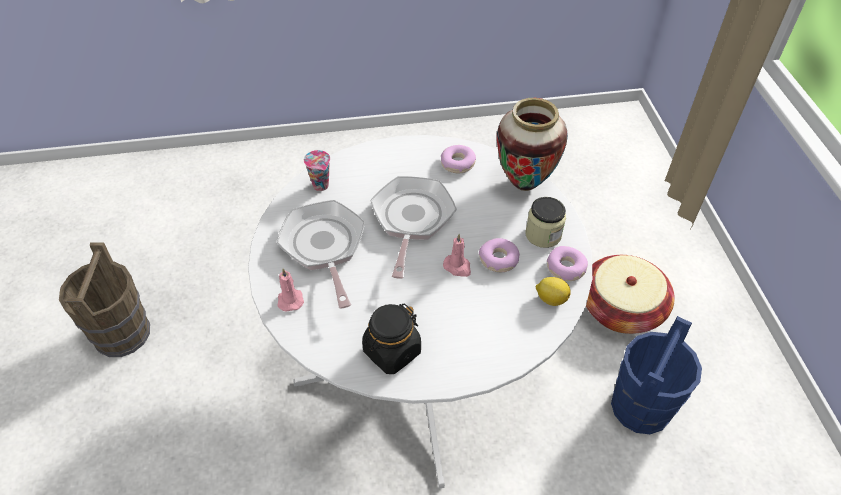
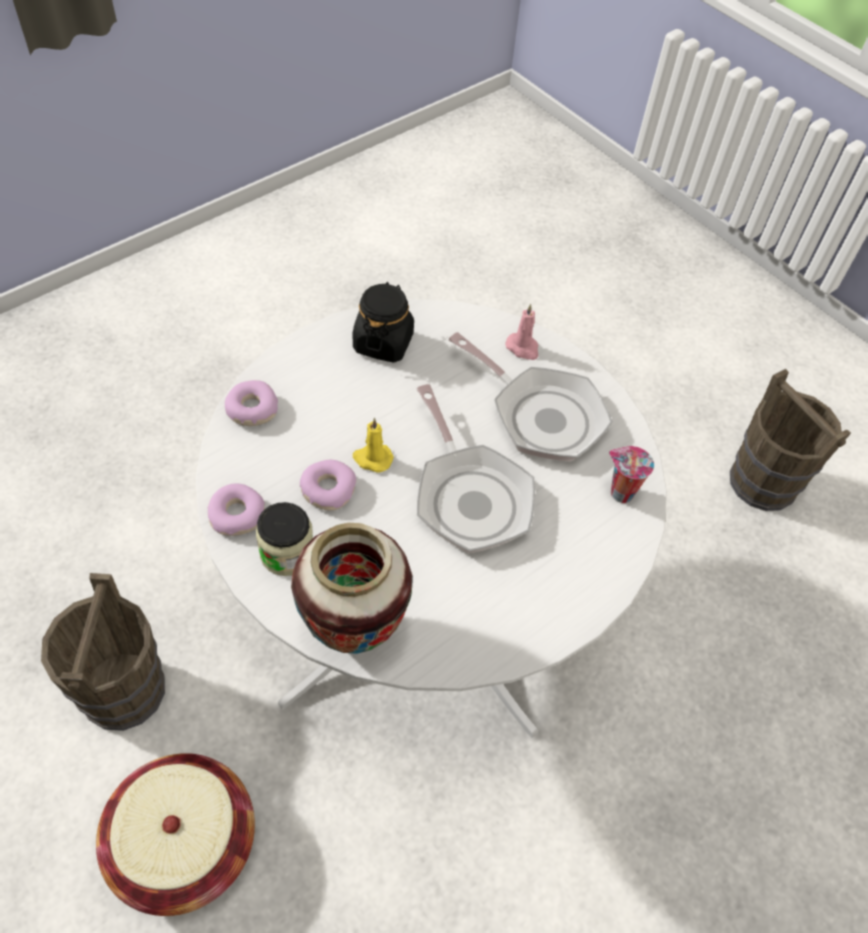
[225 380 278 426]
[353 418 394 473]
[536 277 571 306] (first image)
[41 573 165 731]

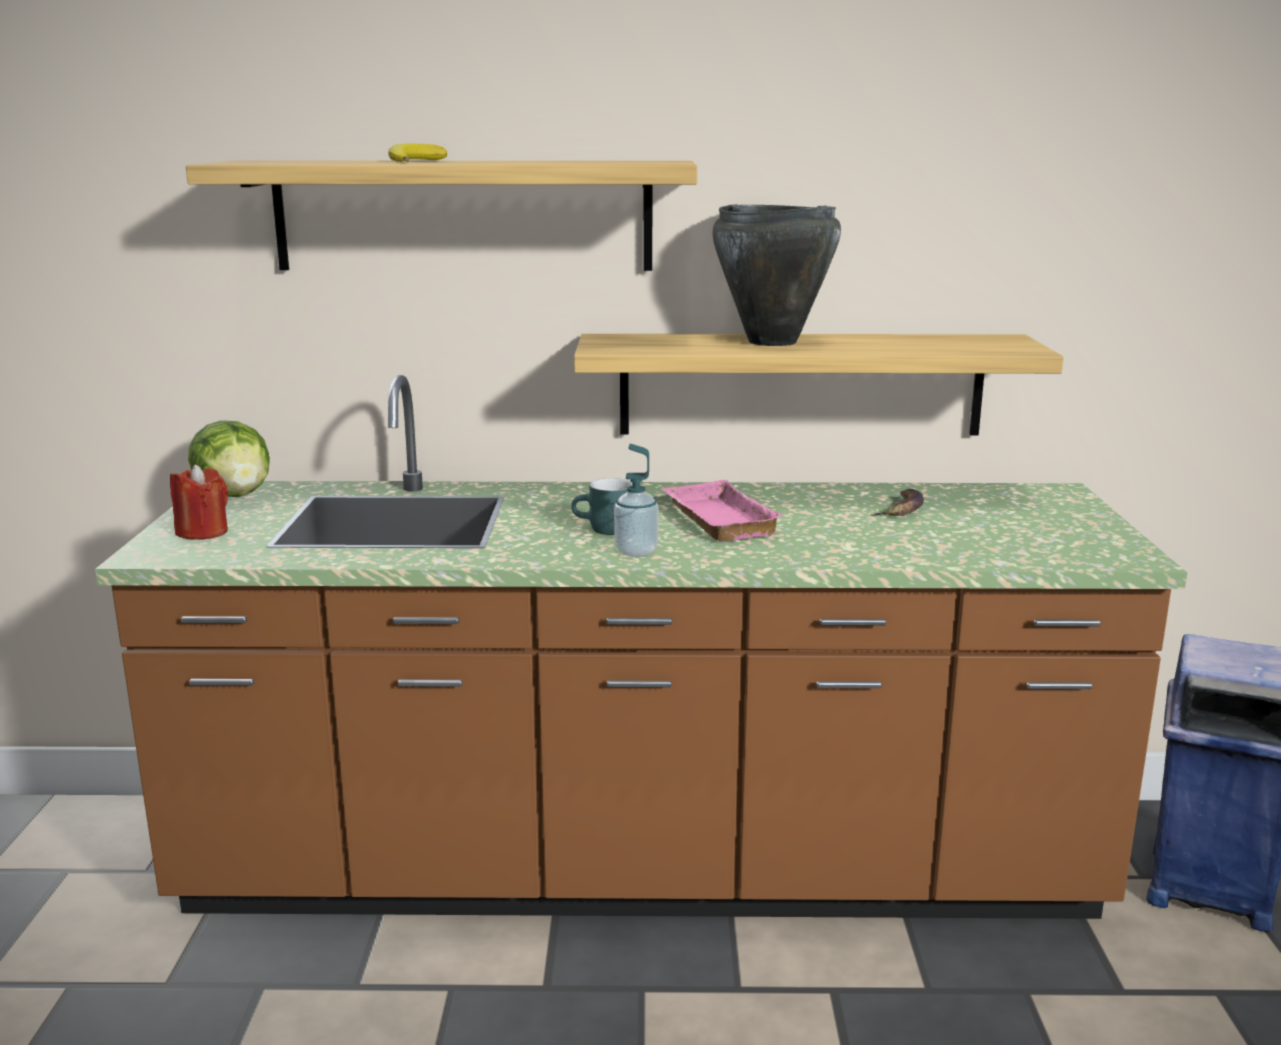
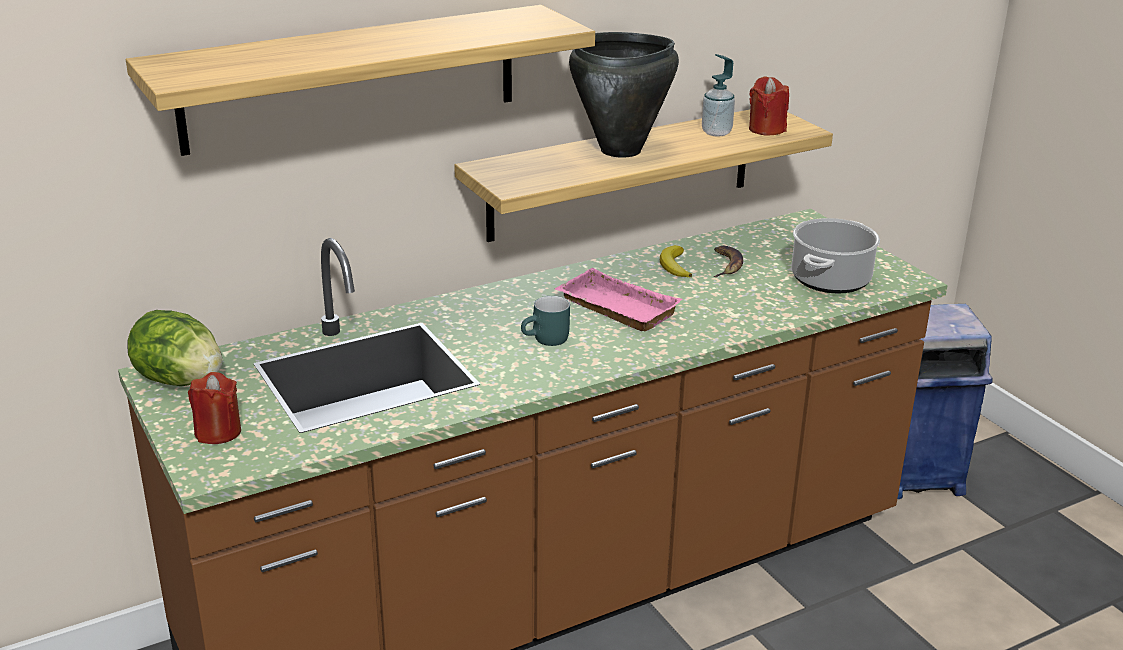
[660 245 692 277]
[702 54 735 137]
[749 76 789 135]
[791 218 880 293]

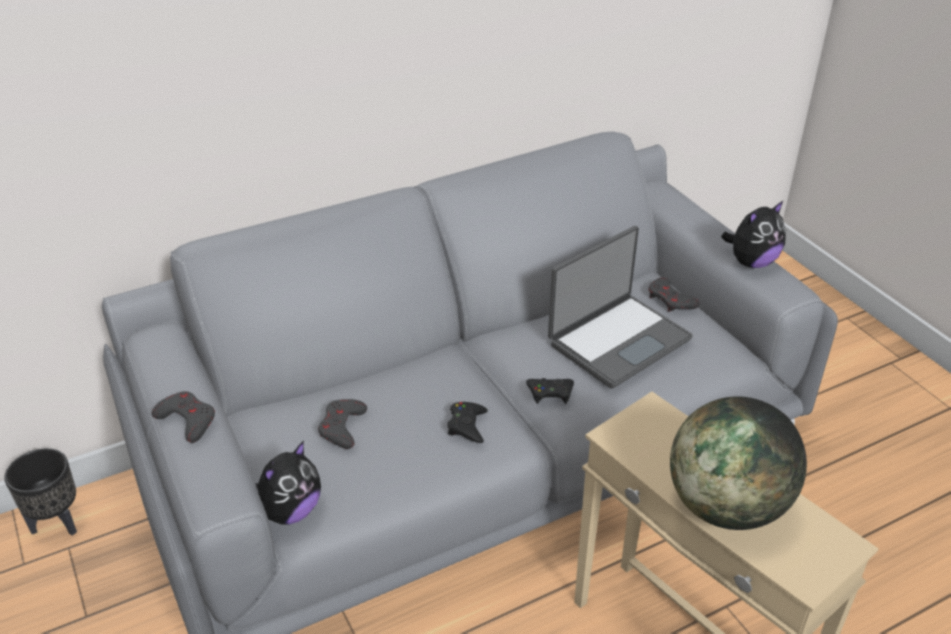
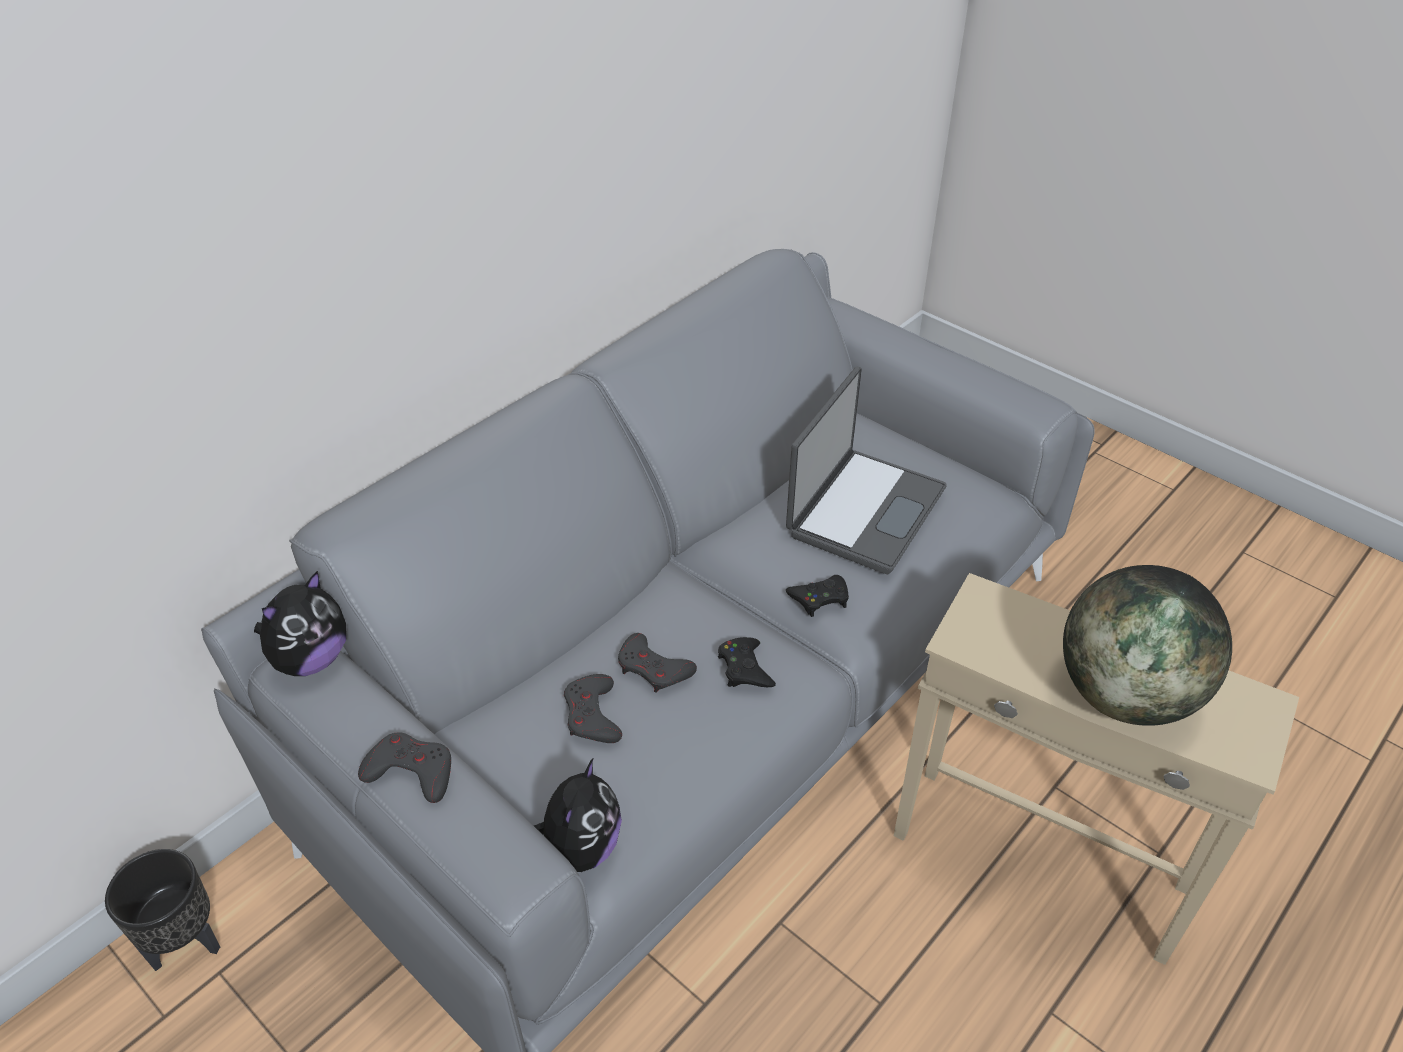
[618 633 697 693]
[254 571 346 676]

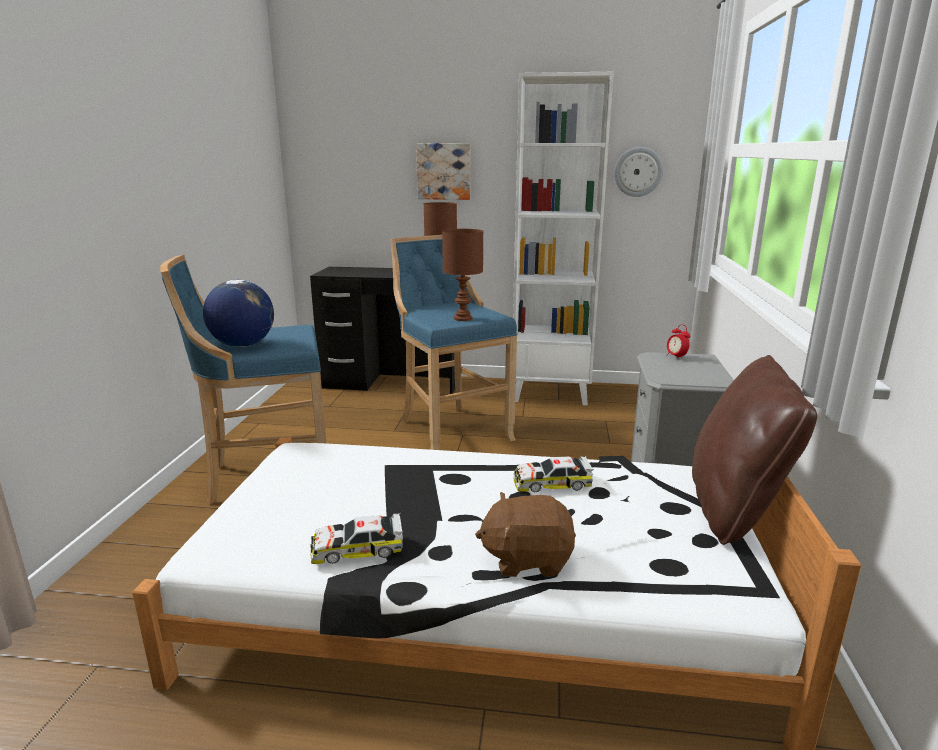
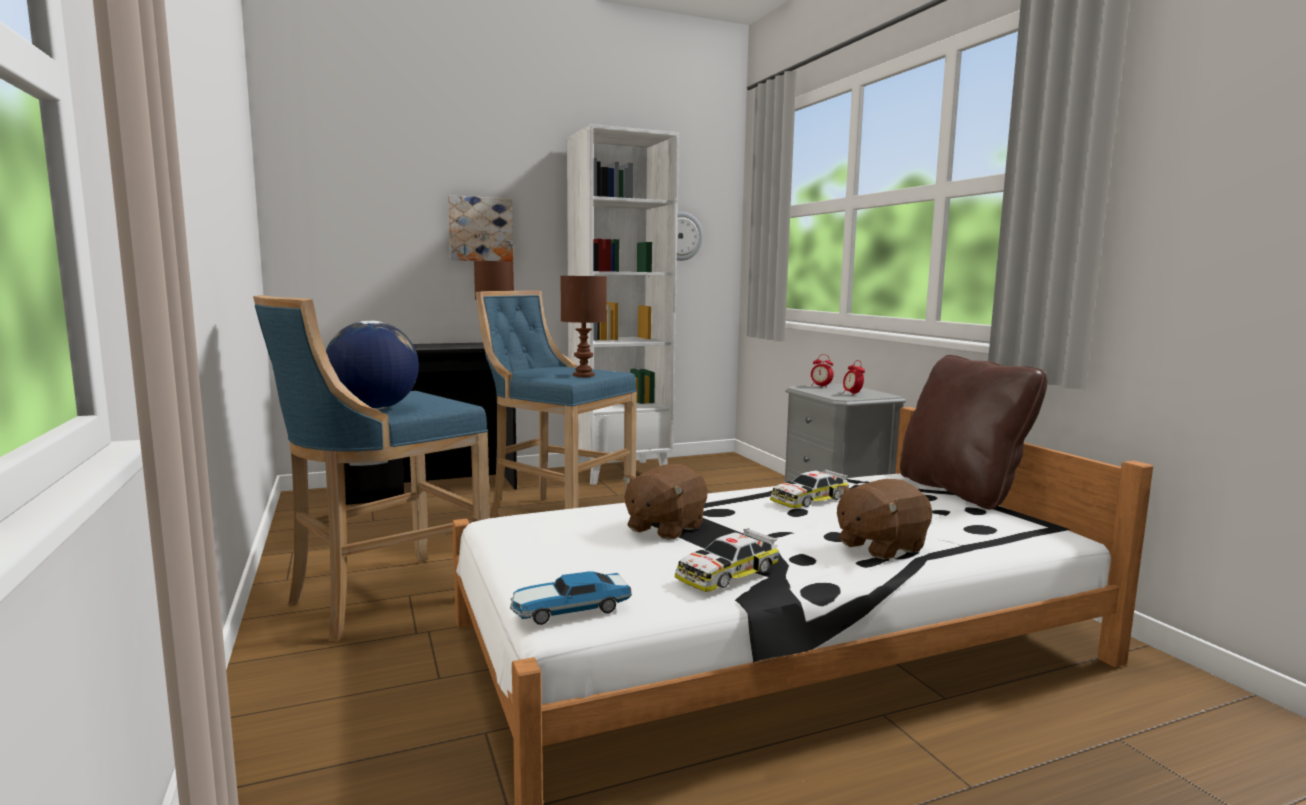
[510 571 632 625]
[622 464 708 540]
[843 360 865 396]

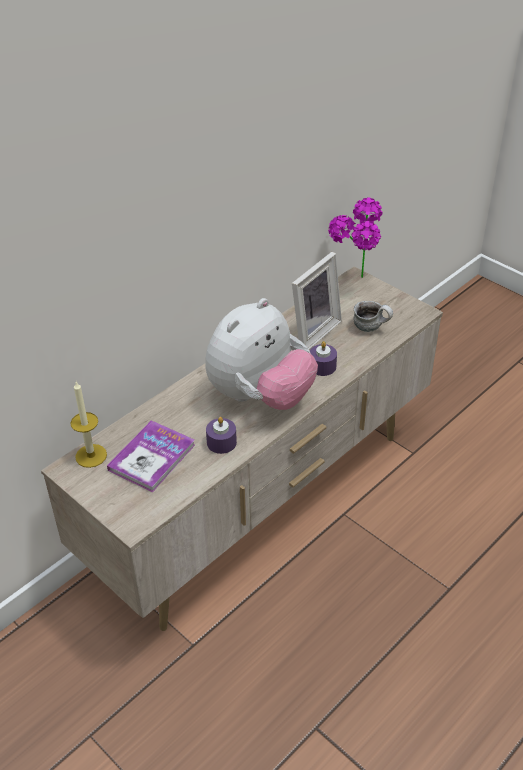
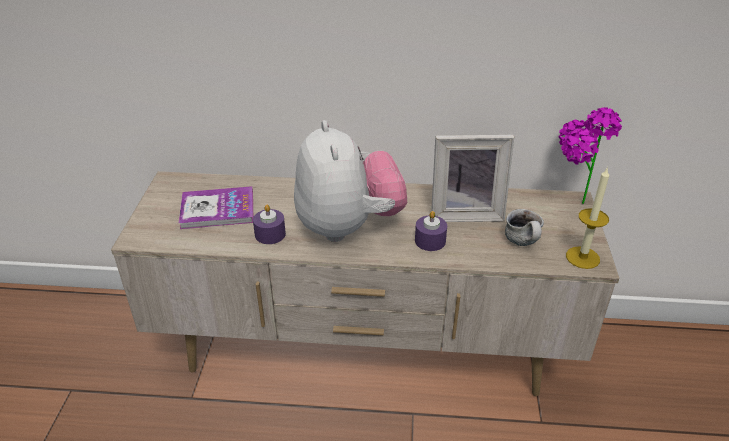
[566 167 609 269]
[294 120 407 242]

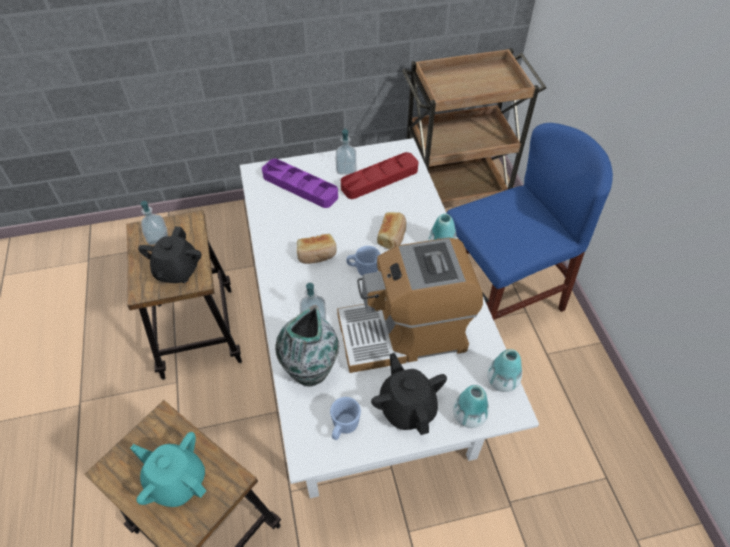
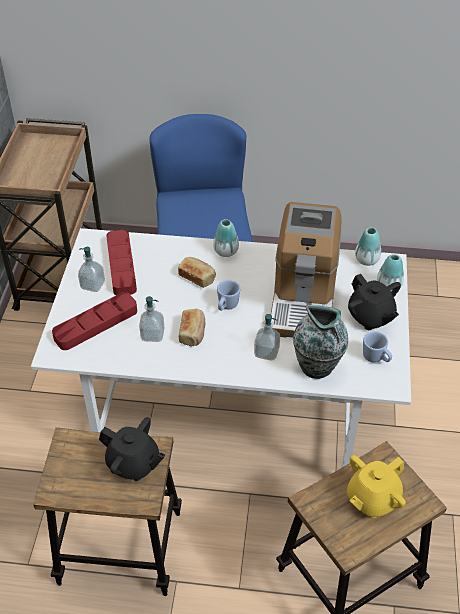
[347 455 406 518]
[139 296 164 342]
[52 292 137 350]
[348 274 401 330]

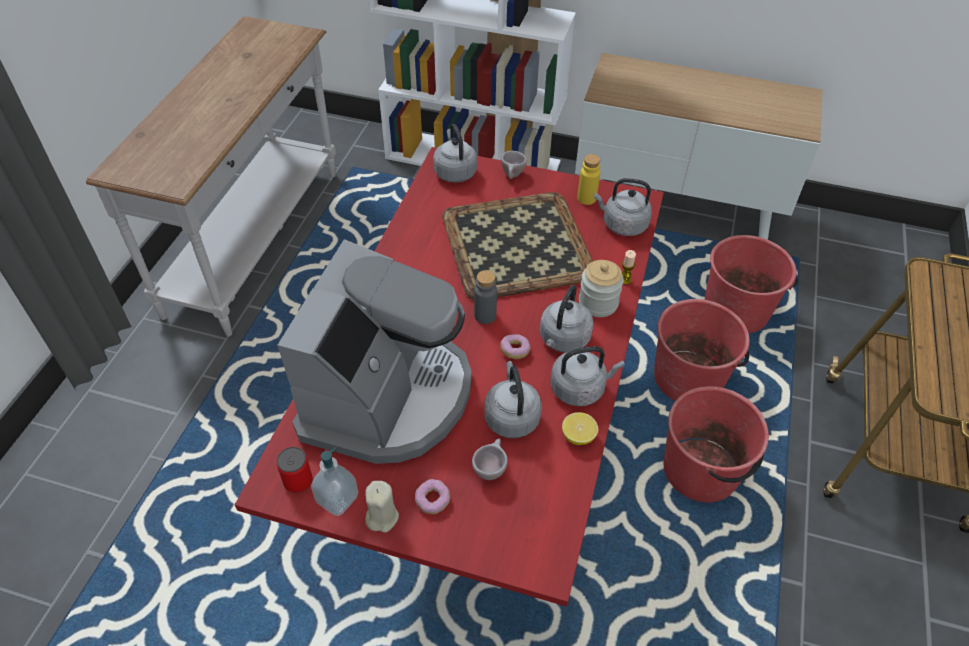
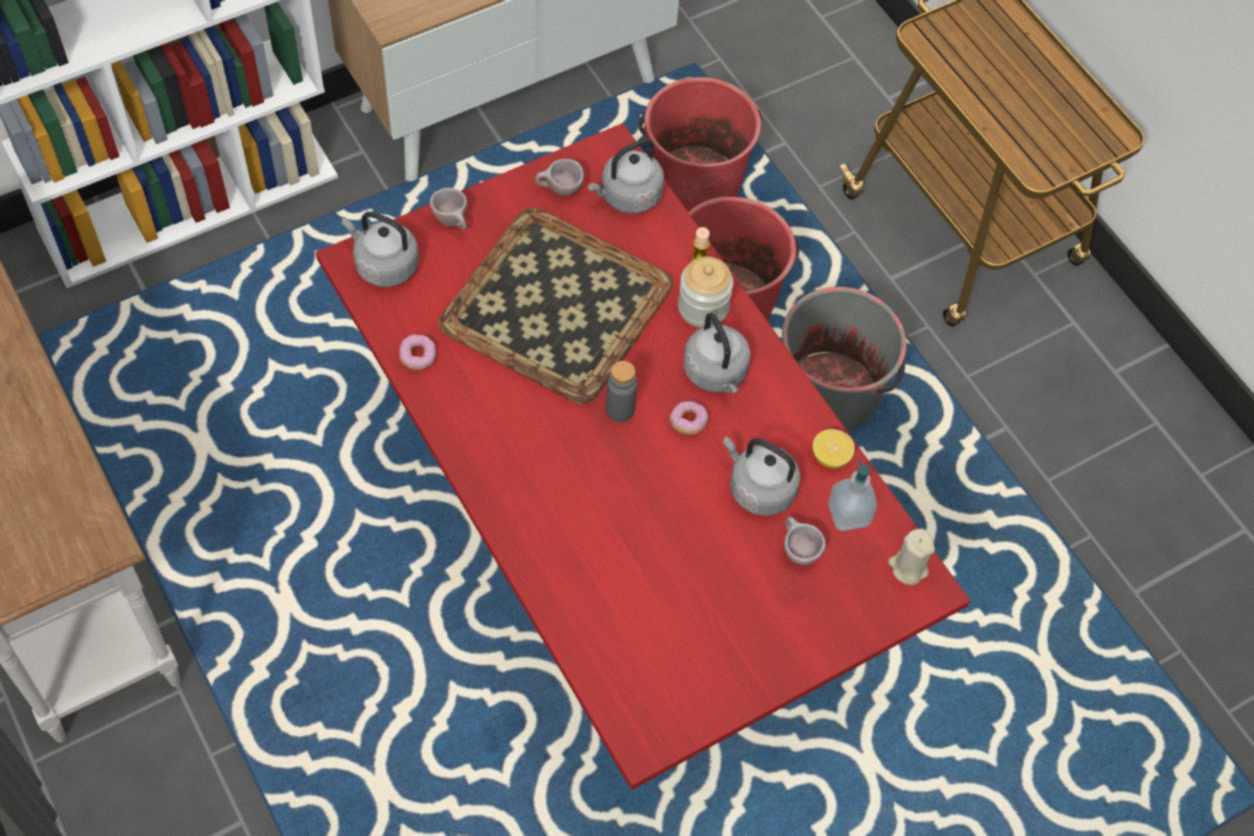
[277 239 472 464] (first image)
[277 447 313 493] (first image)
[828 458 877 531]
[888 529 935 585]
[399 334 436 370]
[550 346 625 406] (first image)
[535 159 584 196]
[782 287 907 431]

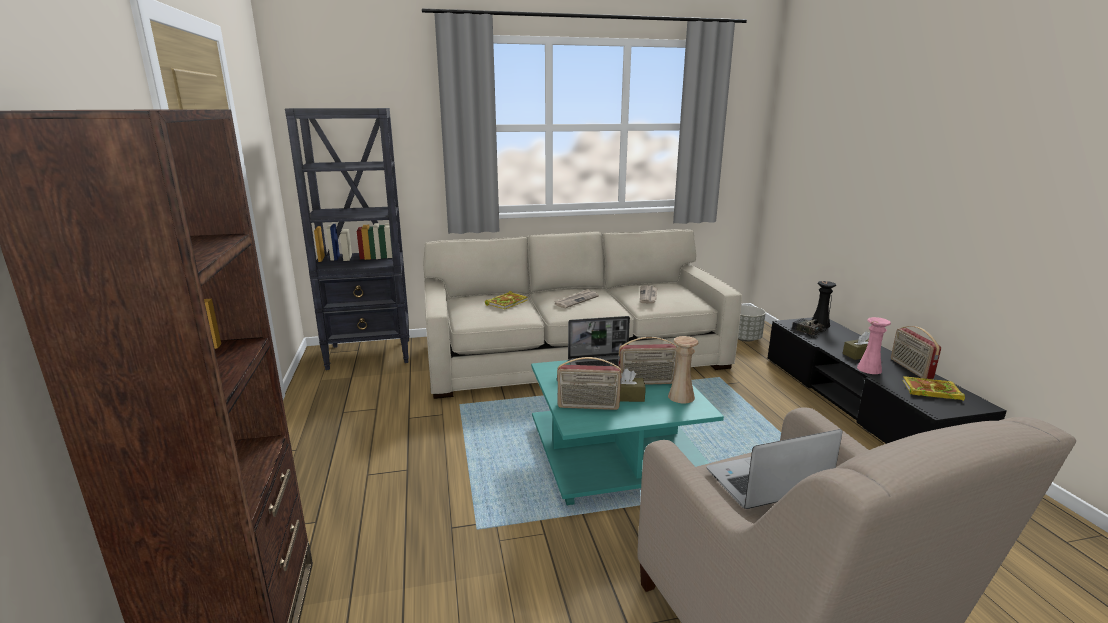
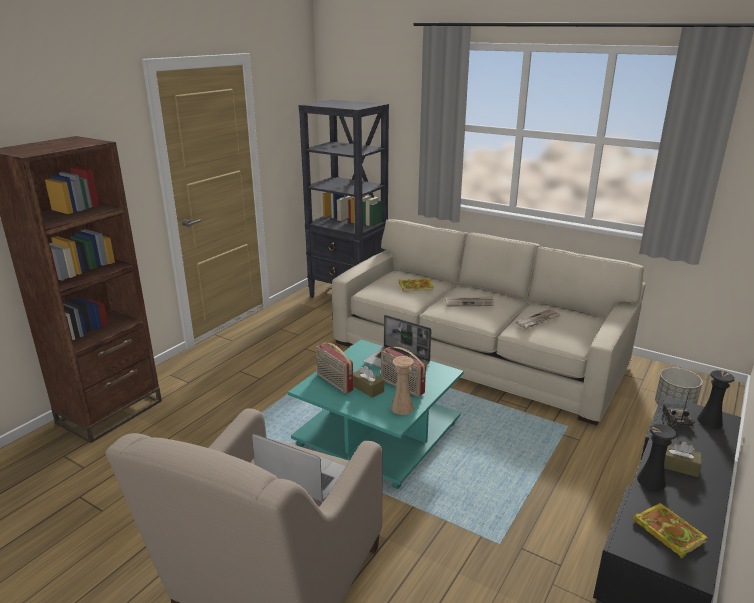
[637 424 677 491]
[891 326 941 379] (first image)

